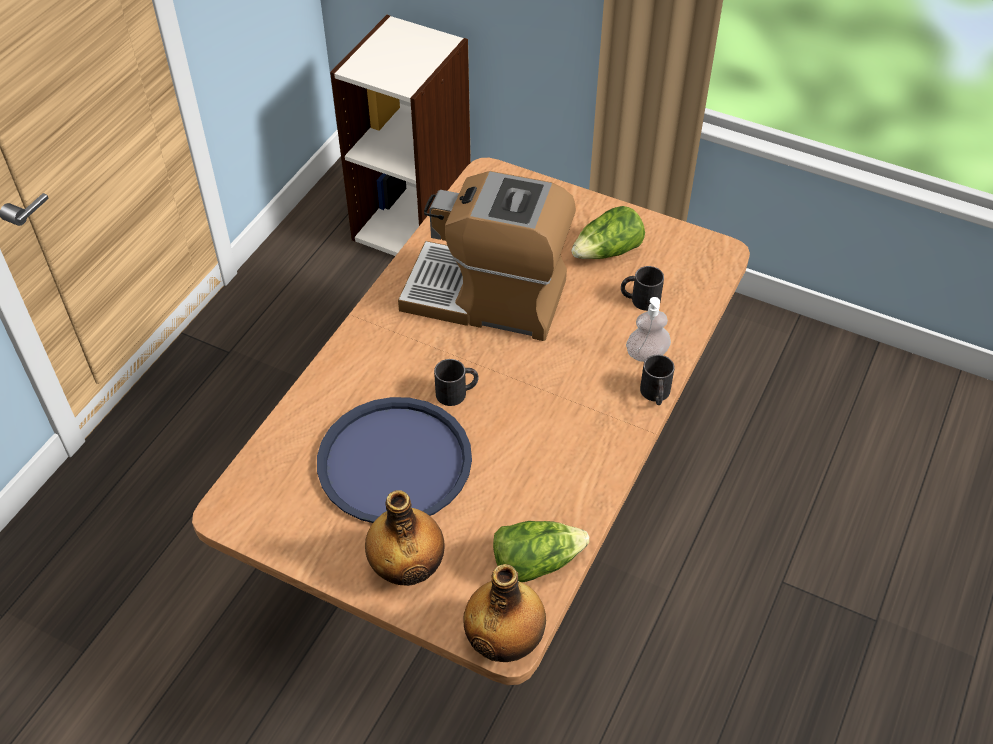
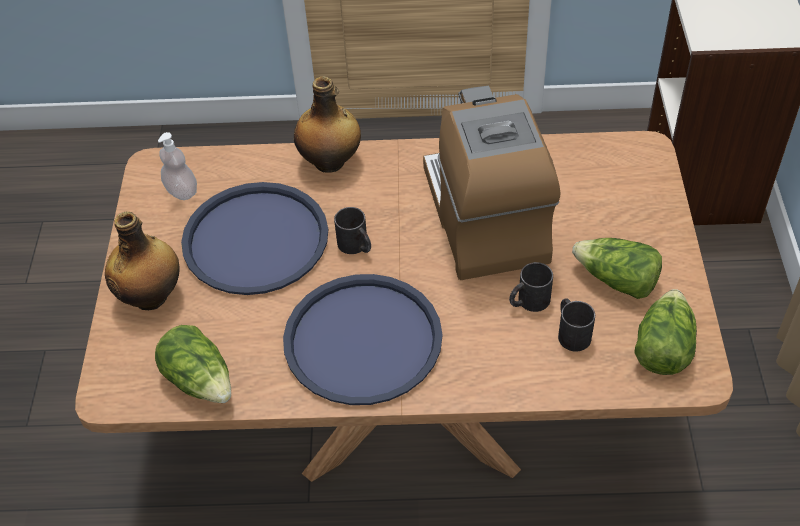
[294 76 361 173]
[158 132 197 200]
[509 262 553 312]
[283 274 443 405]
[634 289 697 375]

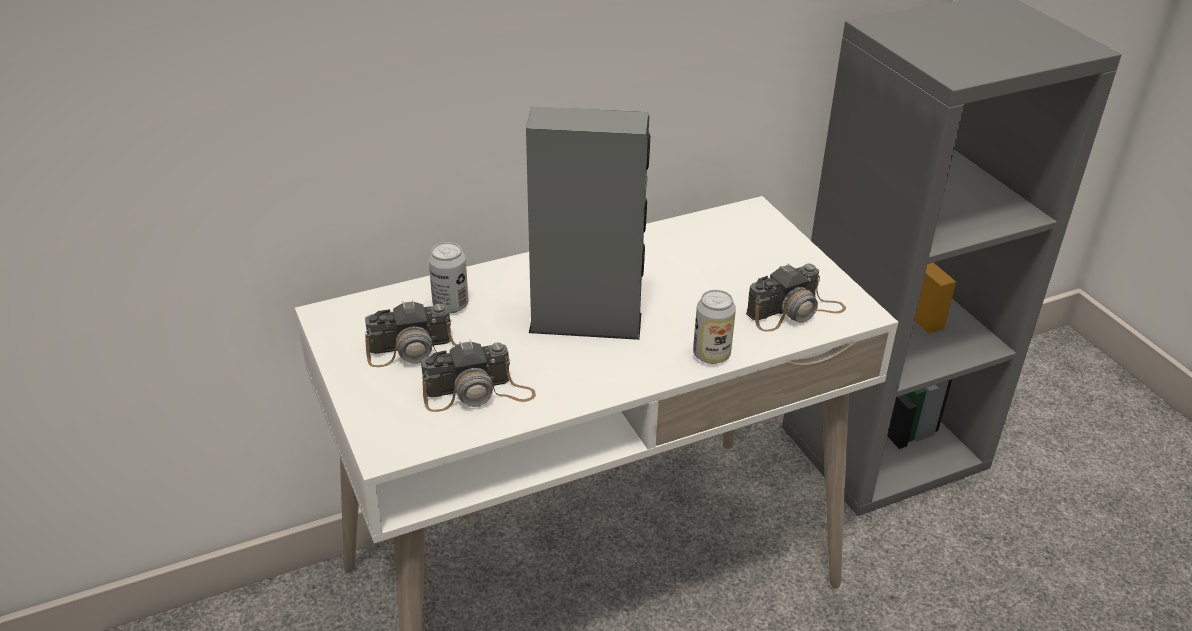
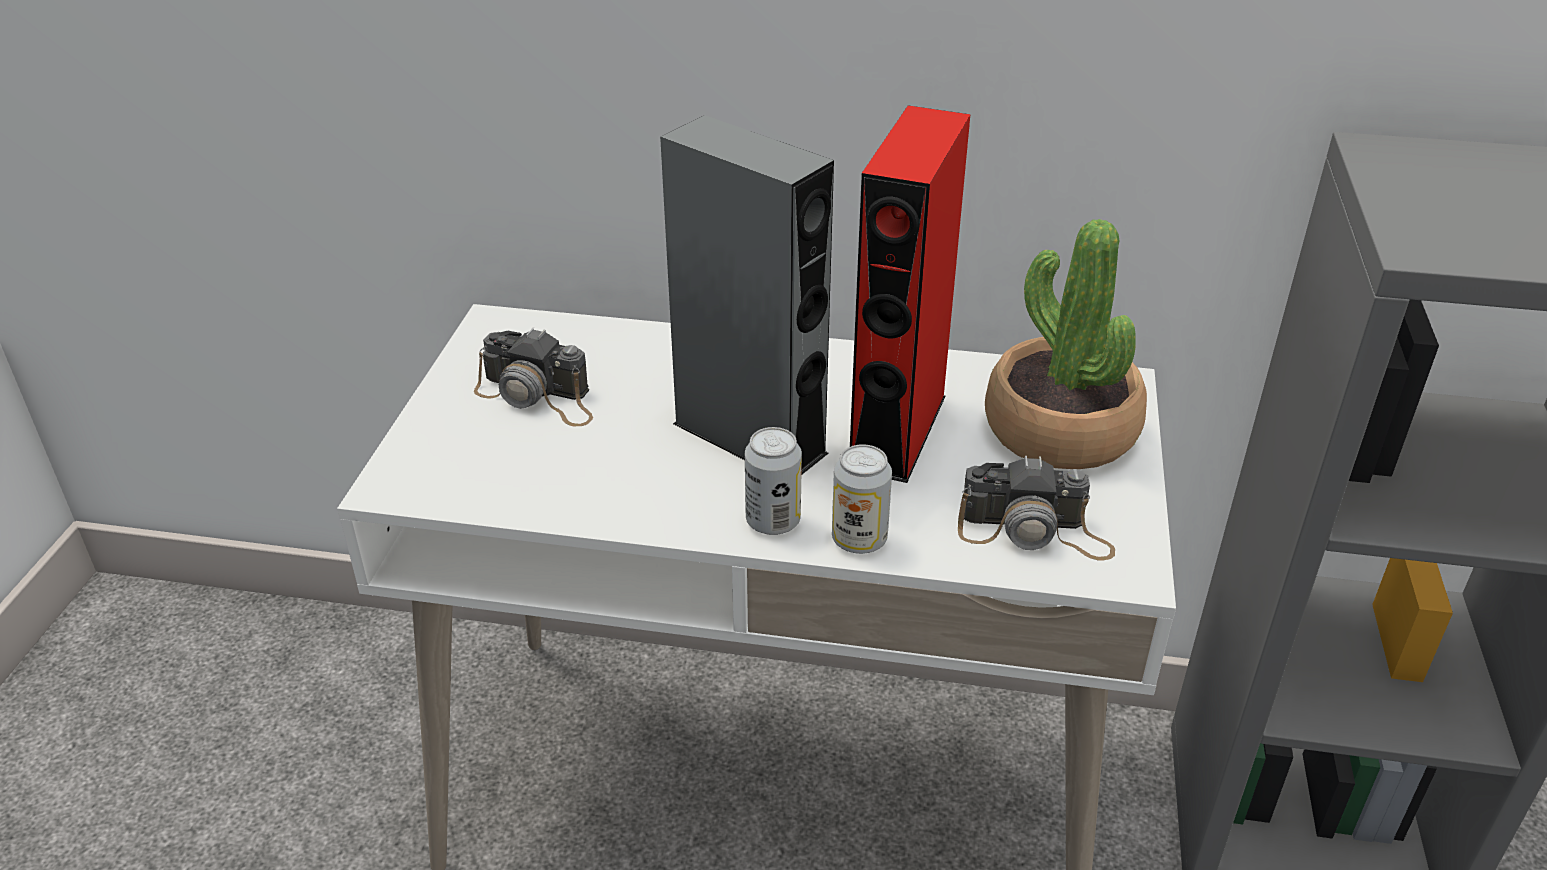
[421 340 536 412] (first image)
[745 427 802 535]
[850 105 971 483]
[985 219 1147 469]

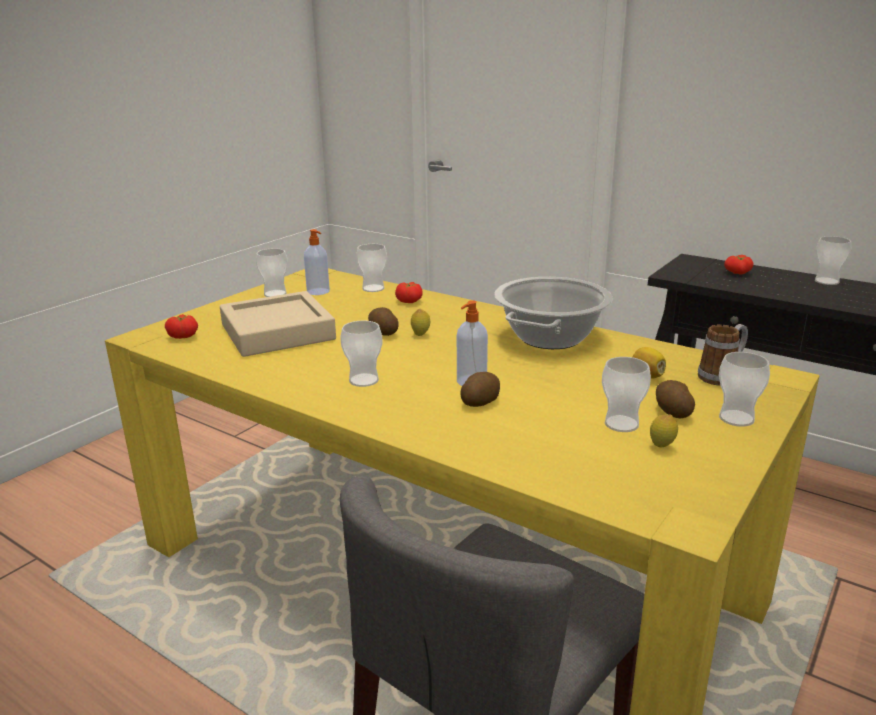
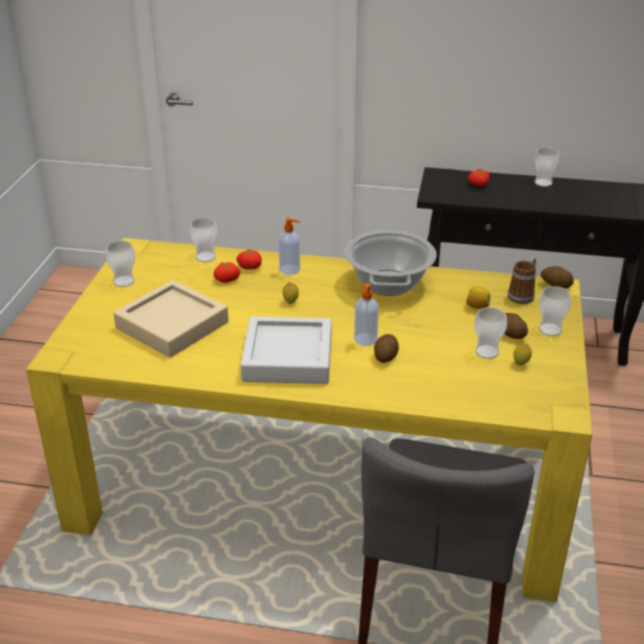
[214 262 240 283]
[279 218 300 275]
[240 317 332 384]
[541 266 574 288]

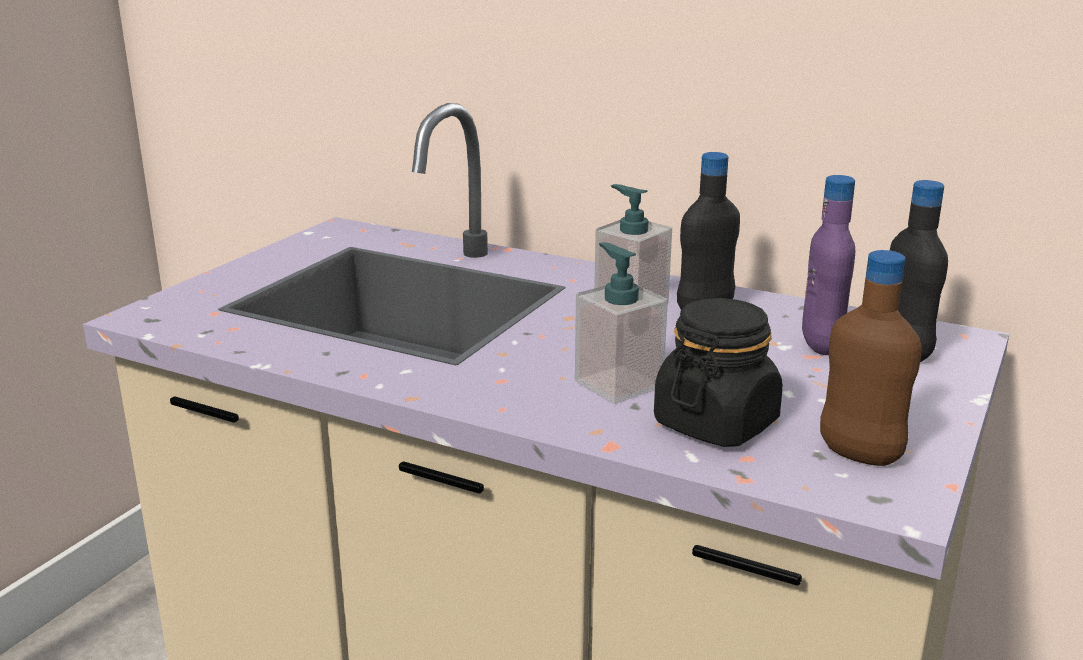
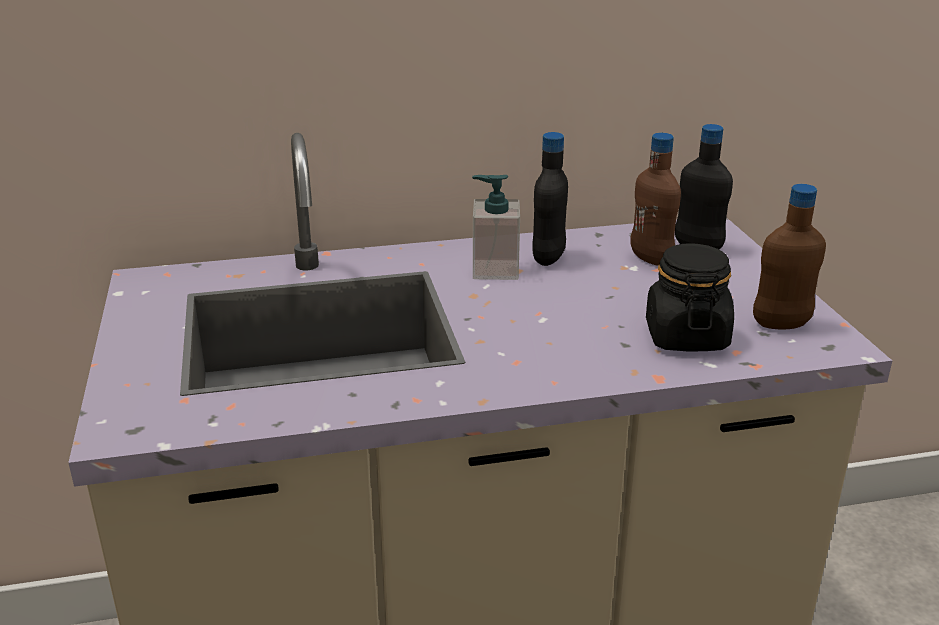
[575 242 668 404] (first image)
[630 133 681 265]

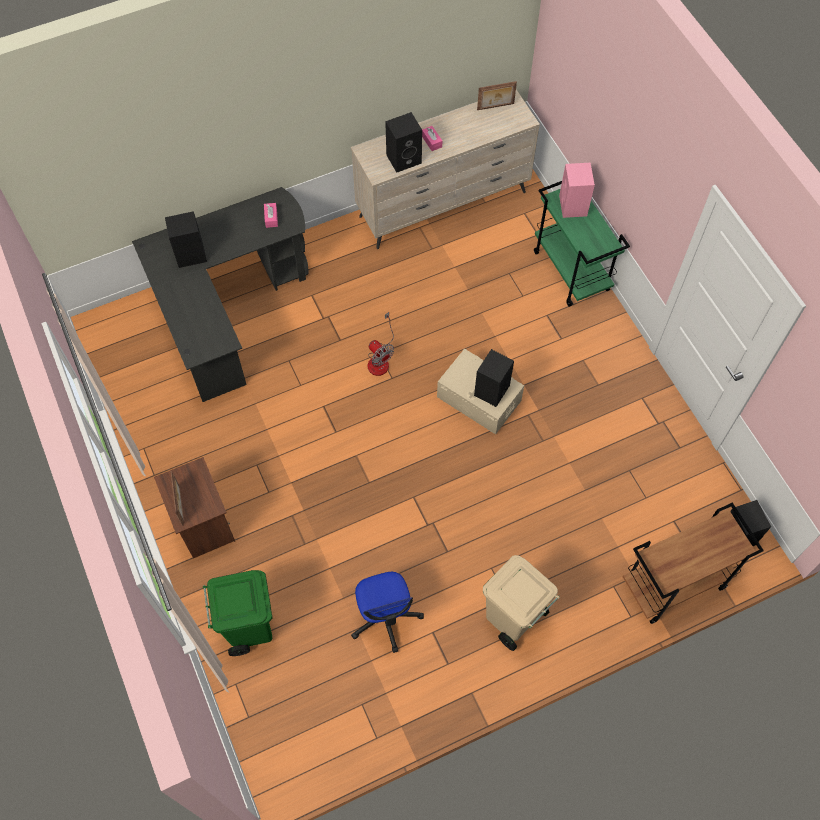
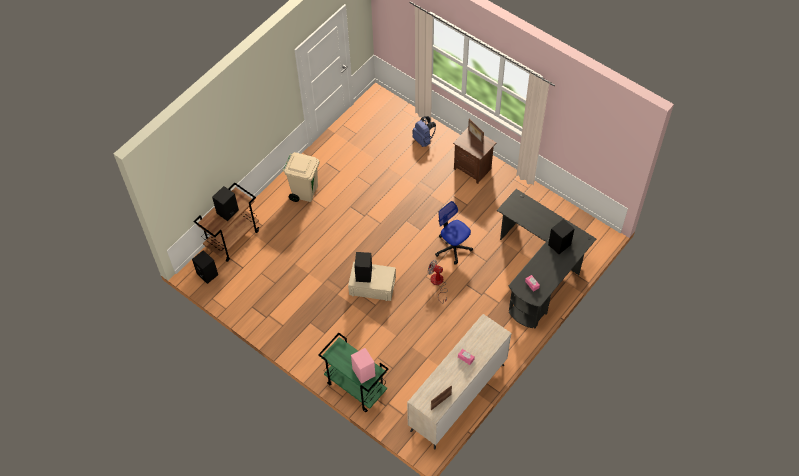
[412 116 436 147]
[435 201 473 265]
[212 186 239 221]

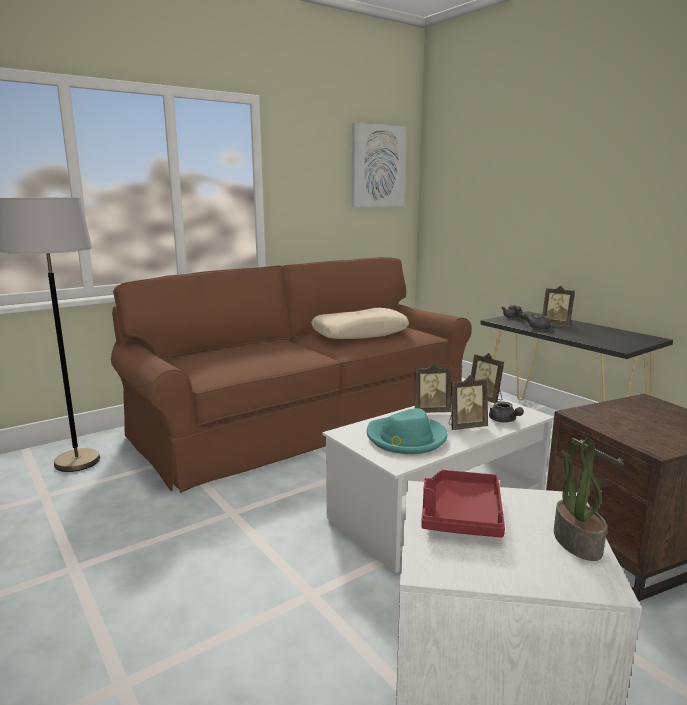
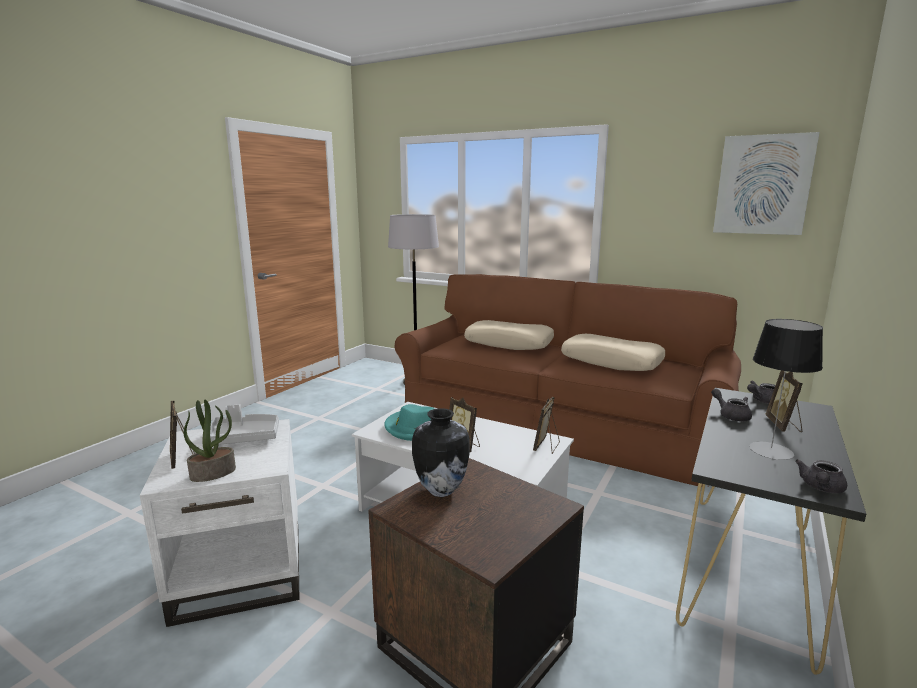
[170 401 195 469]
[210 404 279 445]
[795 459 847 493]
[412 408 470 497]
[464 320 554 350]
[749 319 823 460]

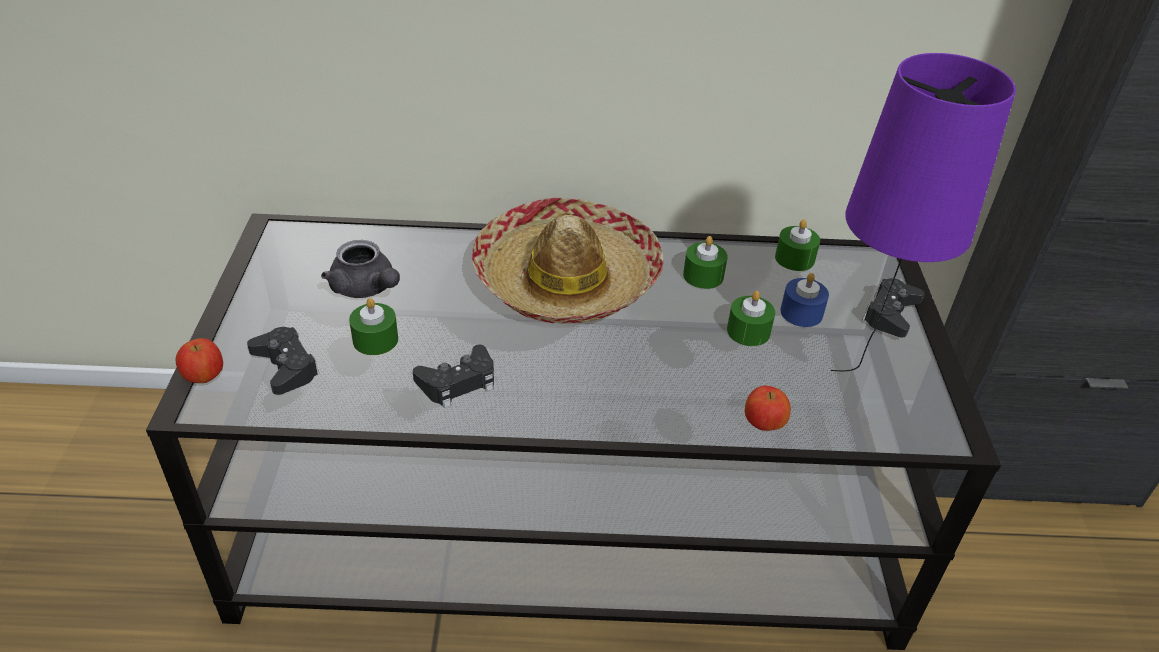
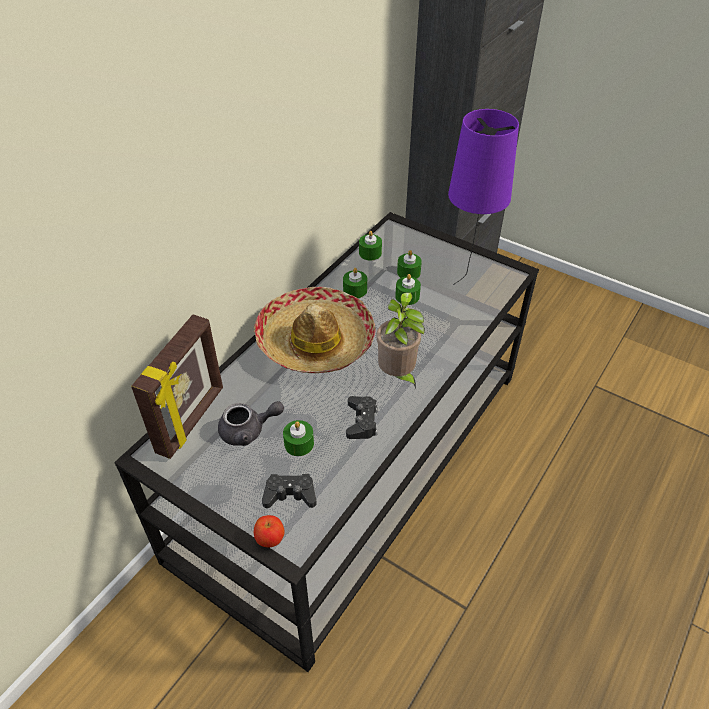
[745 386 791 431] (first image)
[397 250 422 279]
[862 278 925 338] (first image)
[131 315 223 459]
[377 292 425 389]

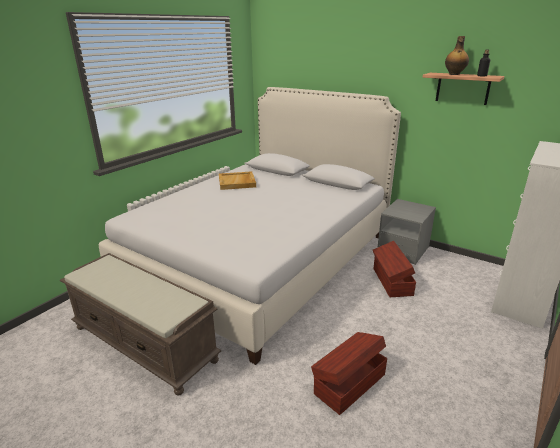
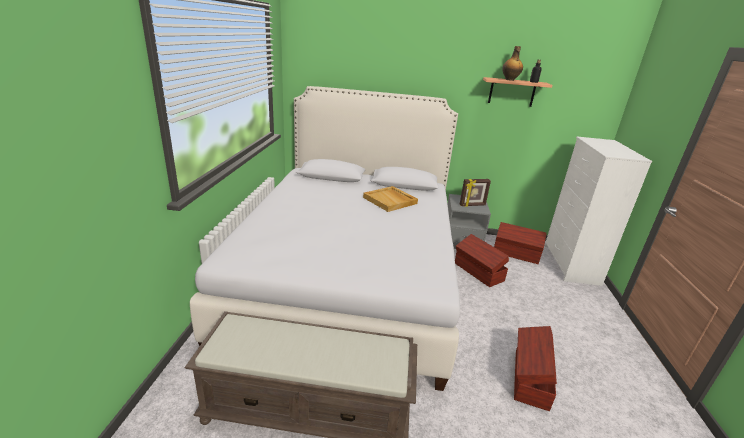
[363 186 418 212]
[460 179 491 207]
[494 222 547 264]

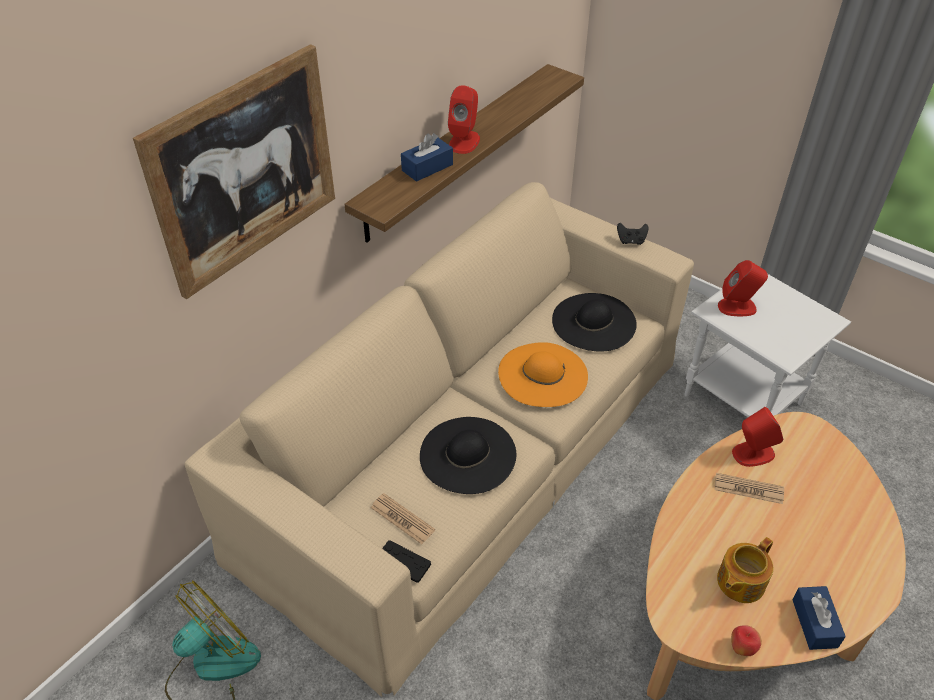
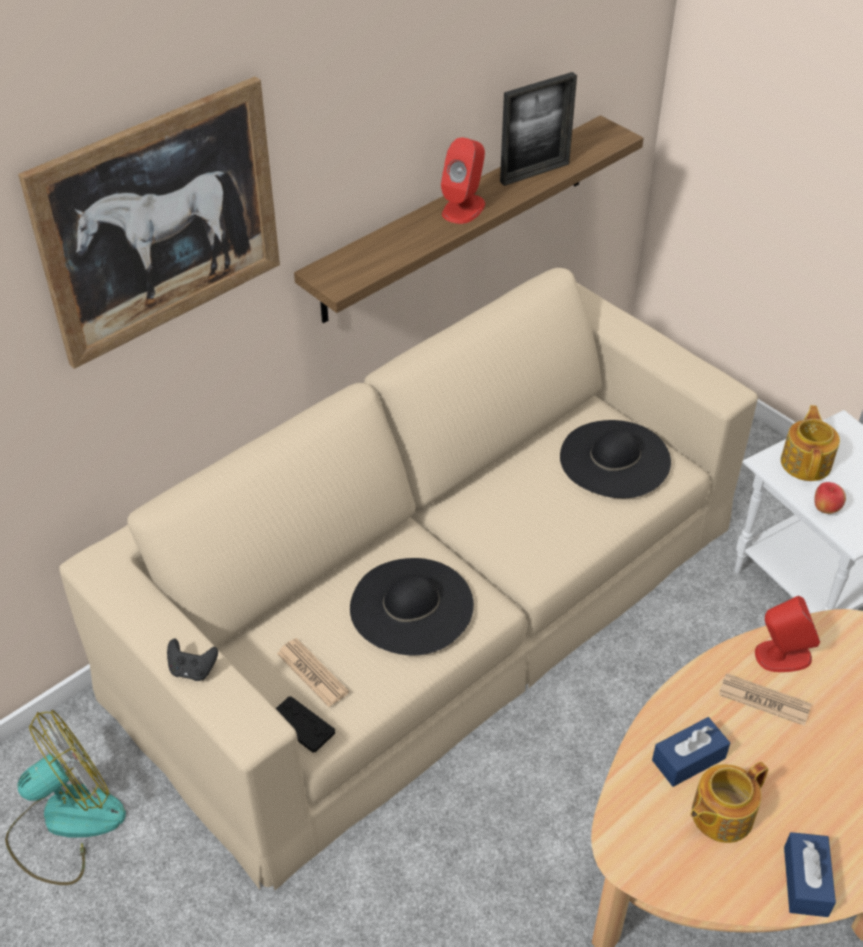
[652 717 730 787]
[498 342 588 407] (first image)
[167 638 218 681]
[781 405 840 481]
[814 482 846 514]
[500 72 577 186]

